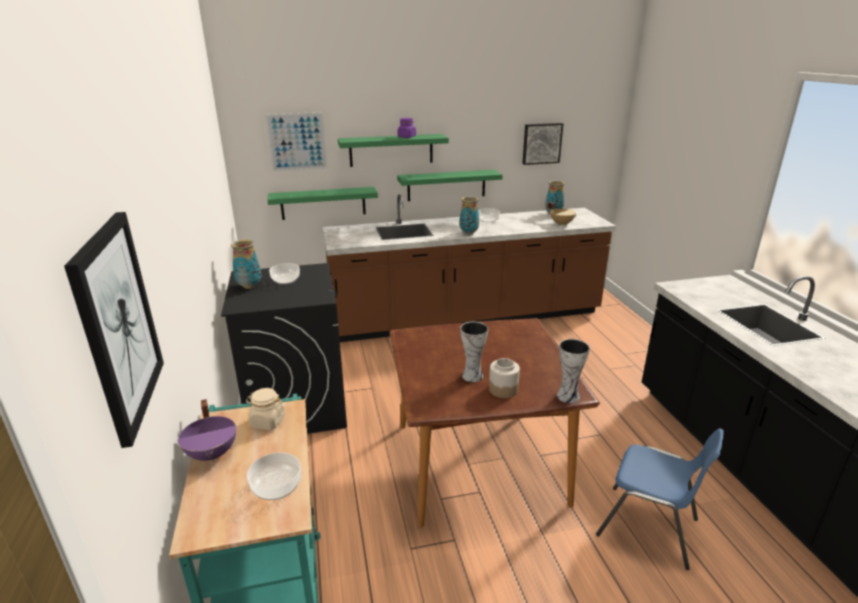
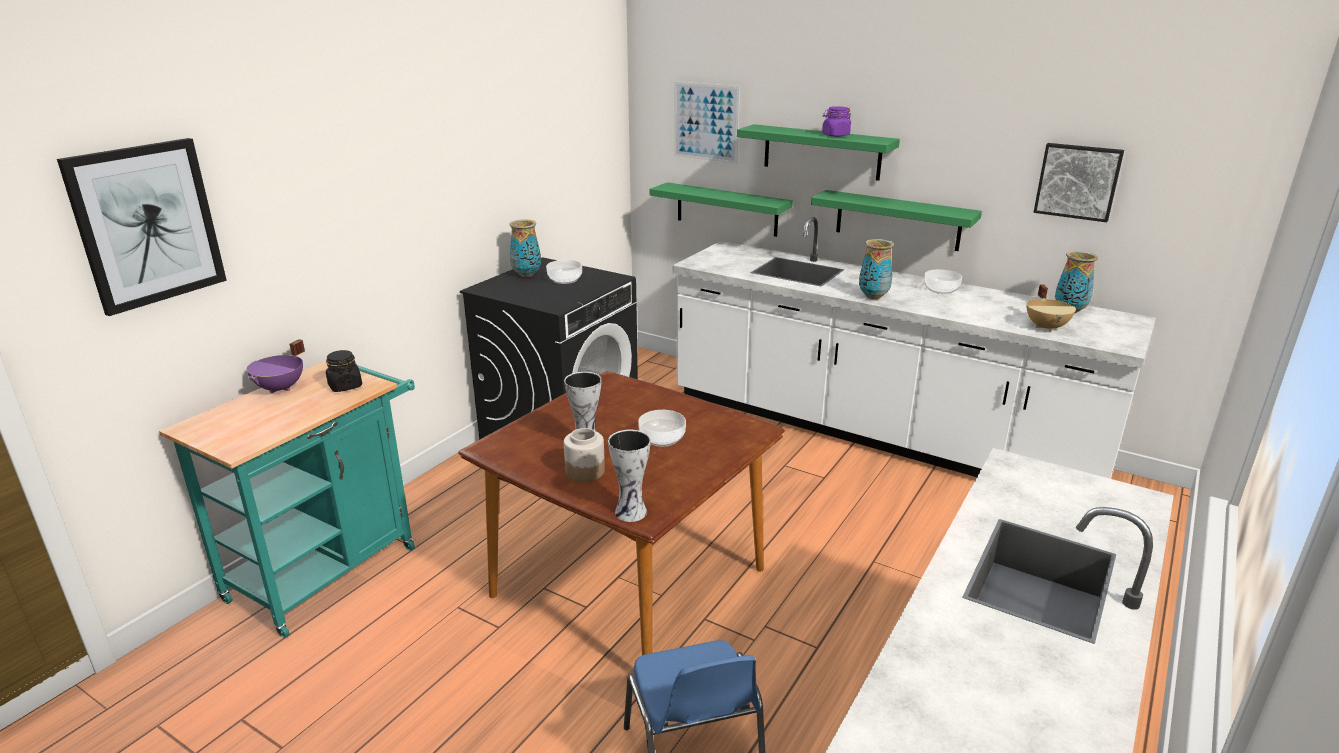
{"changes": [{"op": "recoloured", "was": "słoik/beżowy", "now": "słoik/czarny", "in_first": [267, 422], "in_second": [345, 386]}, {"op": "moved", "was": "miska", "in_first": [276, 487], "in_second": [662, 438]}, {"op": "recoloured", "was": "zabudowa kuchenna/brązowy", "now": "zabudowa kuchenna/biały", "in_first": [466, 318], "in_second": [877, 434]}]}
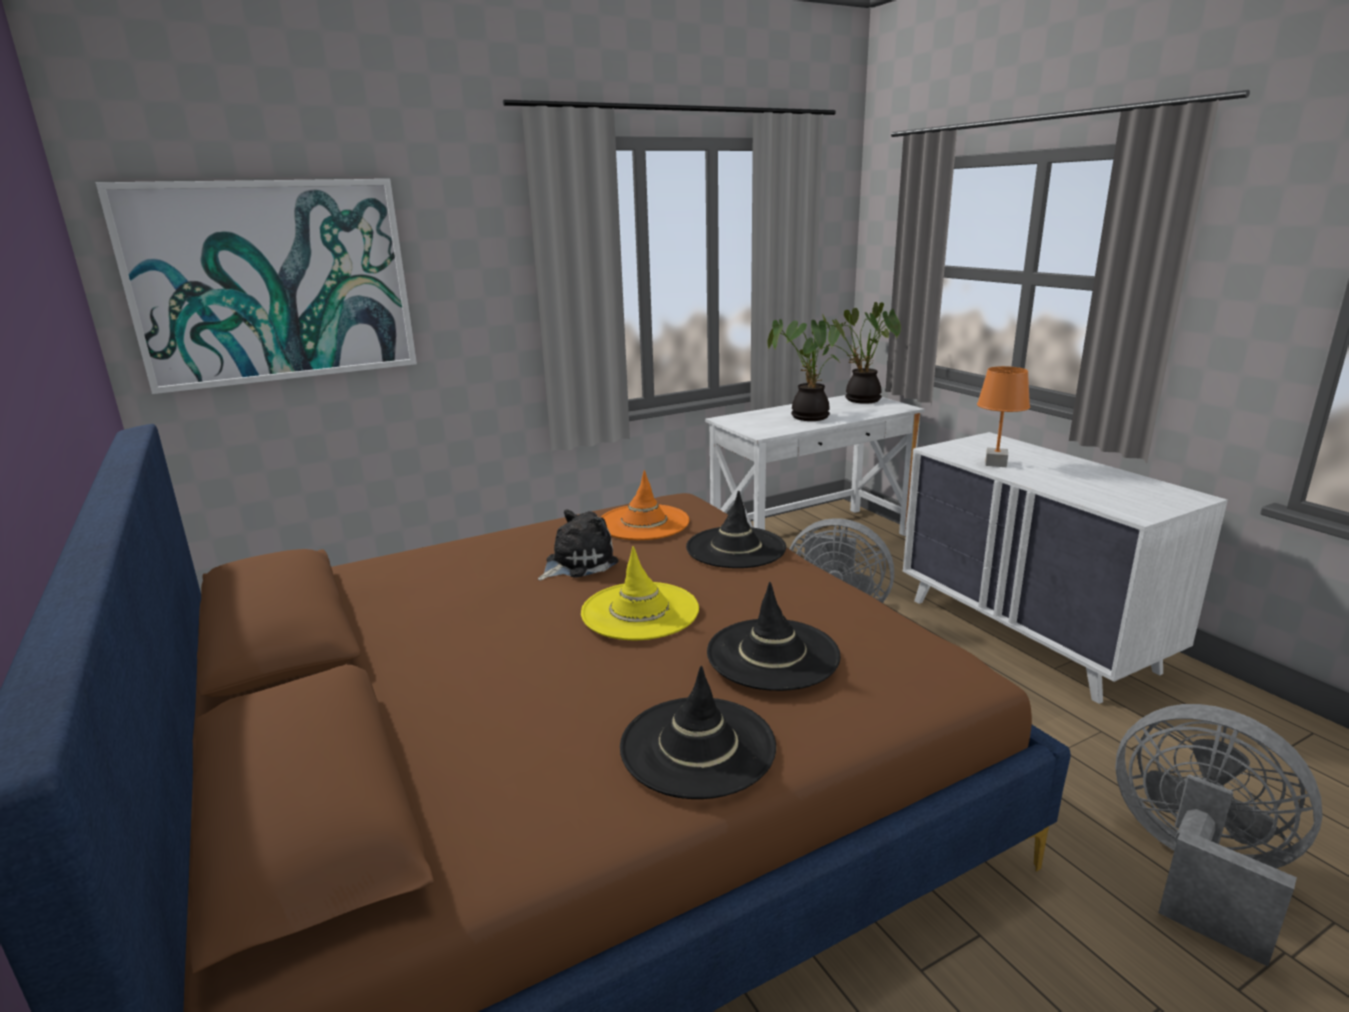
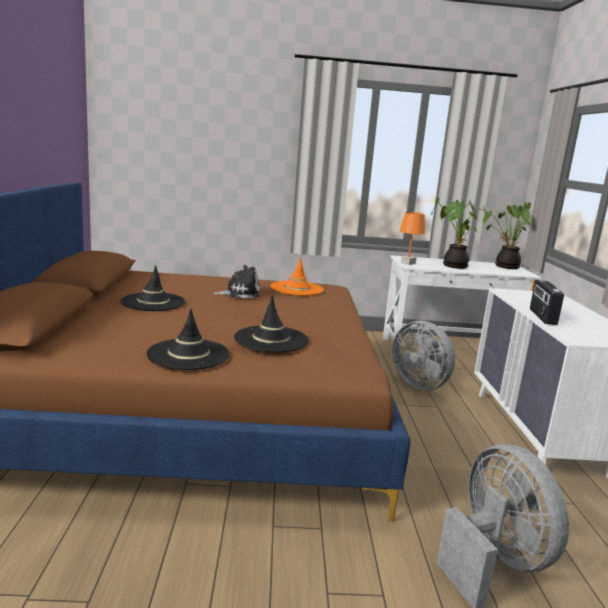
{"changes": [{"op": "removed", "was": "obraz", "in_first": [273, 282]}, {"op": "removed", "was": "kapelusz/żółty", "in_first": [640, 611]}, {"op": "moved", "was": "kapelusz/czarny", "in_first": [735, 548], "in_second": [153, 302]}, {"op": "moved", "was": "lampa stołowa/pomarańczowy", "in_first": [995, 463], "in_second": [408, 263]}, {"op": "added", "now": "radio", "in_second": [542, 317]}]}
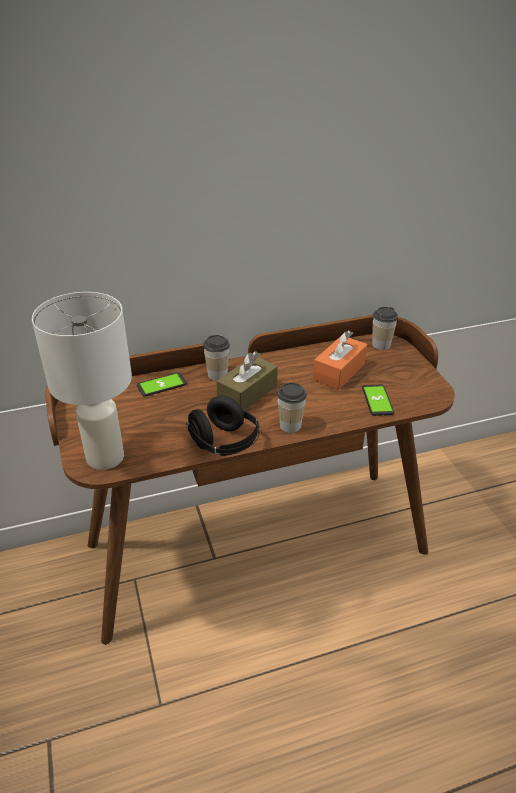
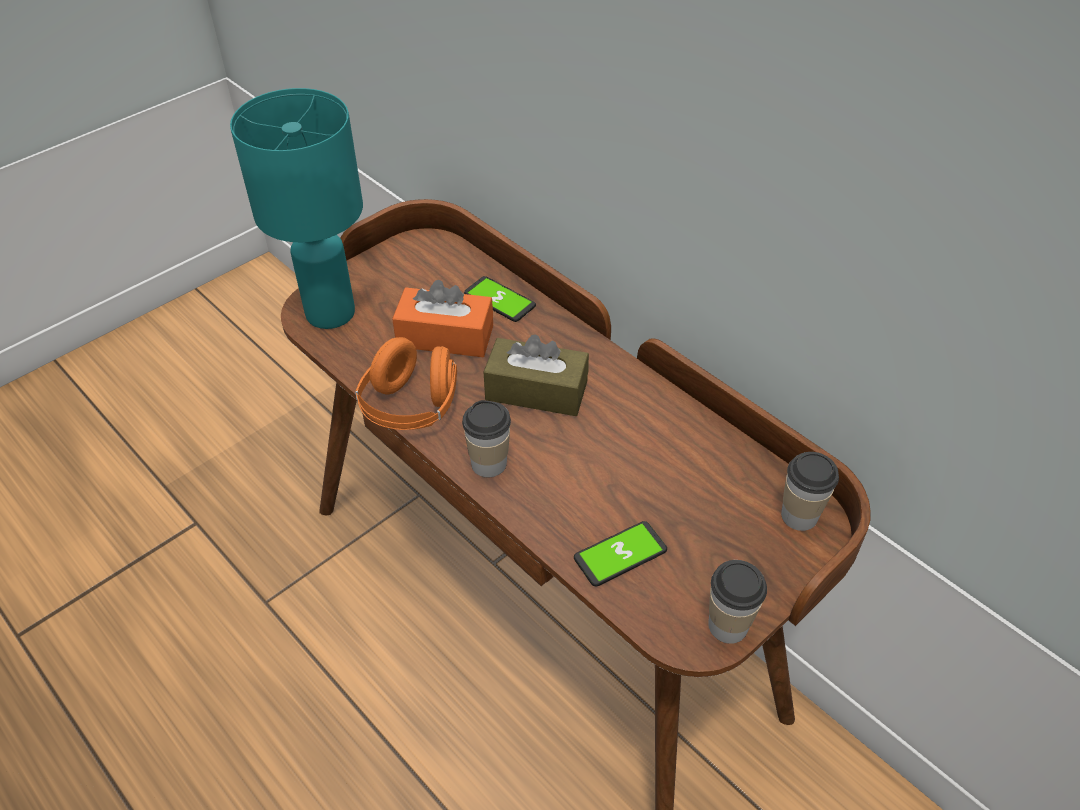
{"changes": [{"op": "recoloured", "was": "lampa stołowa/biały", "now": "lampa stołowa/turkusowy", "in_first": [104, 457], "in_second": [329, 311]}, {"op": "recoloured", "was": "słuchawki/czarny", "now": "słuchawki/pomarańczowy", "in_first": [224, 443], "in_second": [411, 407]}, {"op": "moved", "was": "filiżanka", "in_first": [217, 375], "in_second": [728, 625]}, {"op": "moved", "was": "pudełko chusteczek/pomarańczowy", "in_first": [339, 371], "in_second": [445, 336]}]}
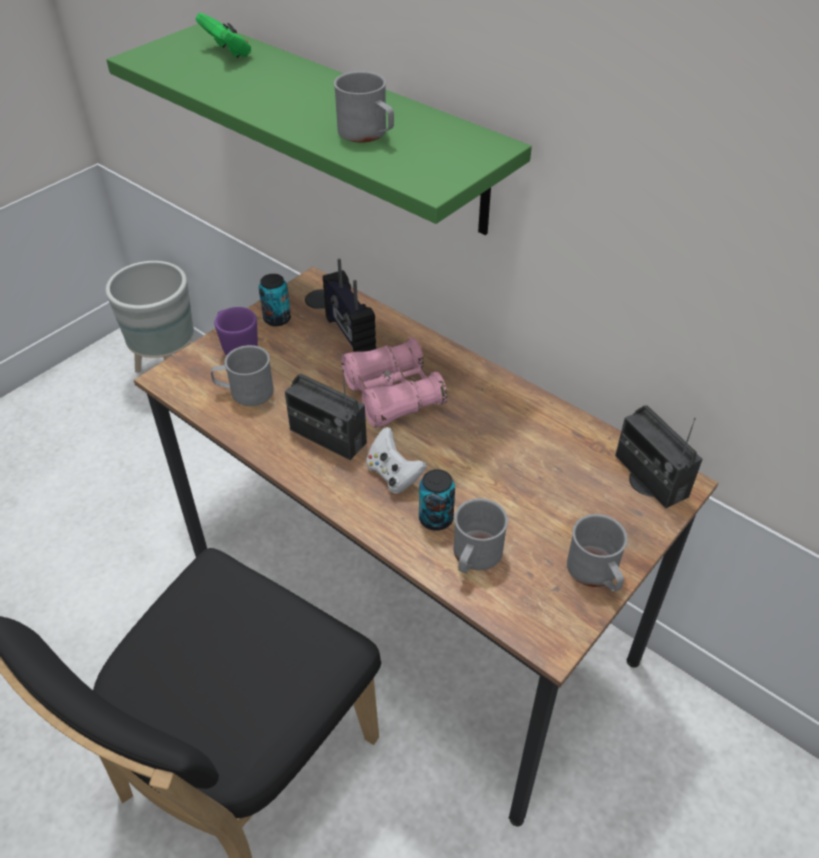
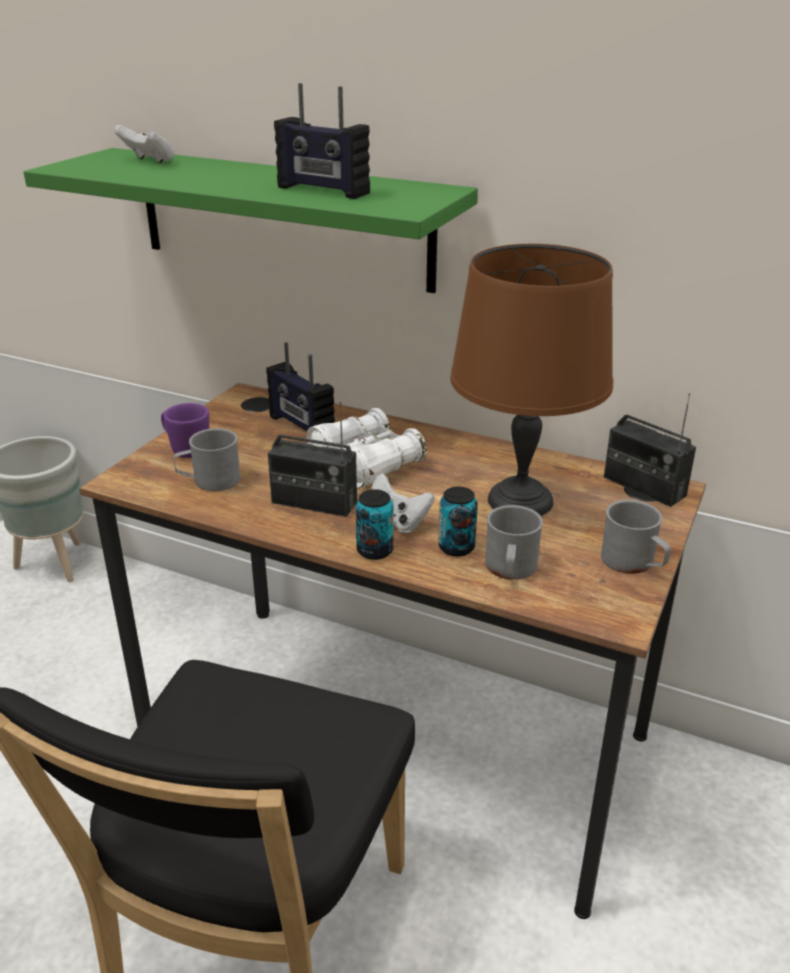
{"changes": [{"op": "recoloured", "was": "pad do gier/zielony", "now": "pad do gier/biały", "in_first": [228, 53], "in_second": [149, 161]}, {"op": "moved", "was": "puszka", "in_first": [277, 319], "in_second": [375, 550]}, {"op": "replaced", "was": "kubek/szary", "now": "radio", "in_first": [368, 134], "in_second": [322, 191]}, {"op": "recoloured", "was": "lornetka/różowy", "now": "lornetka/biały", "in_first": [392, 394], "in_second": [366, 463]}, {"op": "added", "now": "lampa stołowa/brązowy", "in_second": [522, 500]}]}
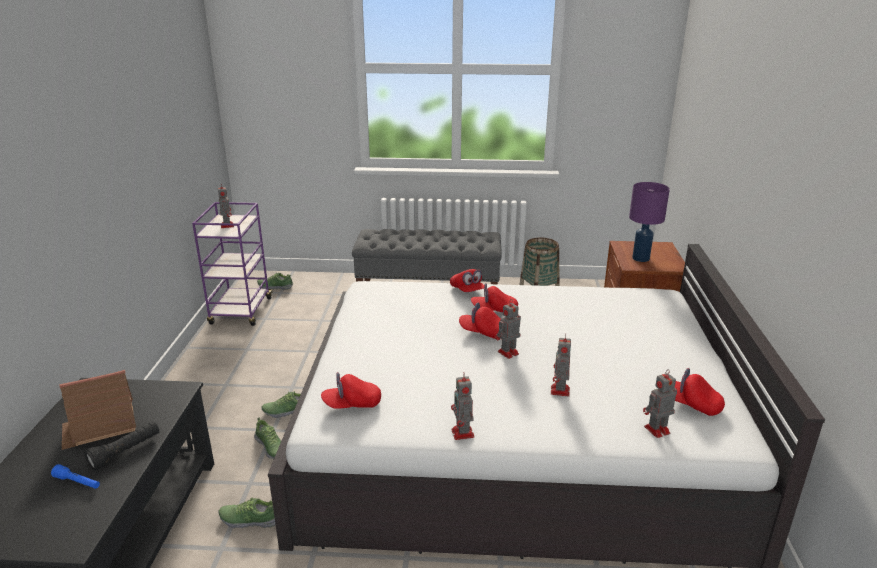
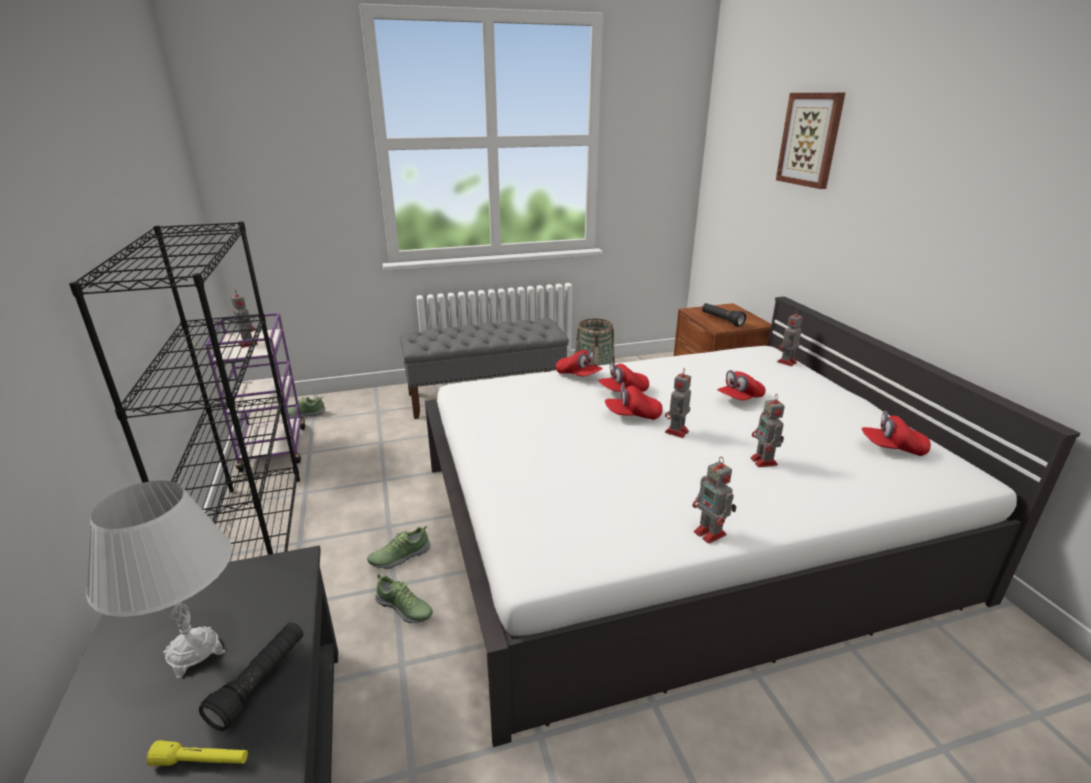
{"changes": [{"op": "recoloured", "was": "latarka/niebieski", "now": "latarka/żółty", "in_first": [78, 482], "in_second": [202, 761]}, {"op": "replaced", "was": "domek", "now": "lampa stołowa/biały", "in_first": [100, 427], "in_second": [194, 652]}, {"op": "removed", "was": "but", "in_first": [249, 519]}, {"op": "moved", "was": "czapka z daszkiem/czerwony", "in_first": [352, 404], "in_second": [739, 399]}, {"op": "replaced", "was": "lampa stołowa/fioletowy", "now": "latarka/czarny", "in_first": [641, 258], "in_second": [721, 320]}, {"op": "moved", "was": "robot zabawkowy", "in_first": [656, 430], "in_second": [786, 362]}, {"op": "added", "now": "regał/czarny", "in_second": [253, 538]}, {"op": "added", "now": "obraz", "in_second": [810, 139]}]}
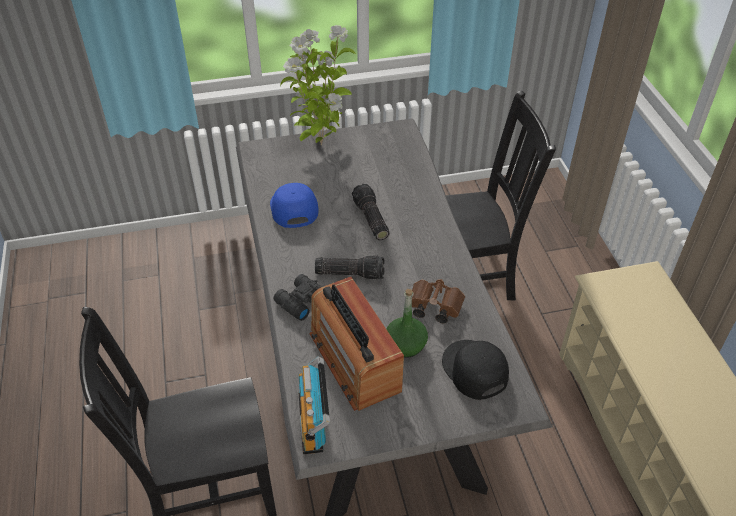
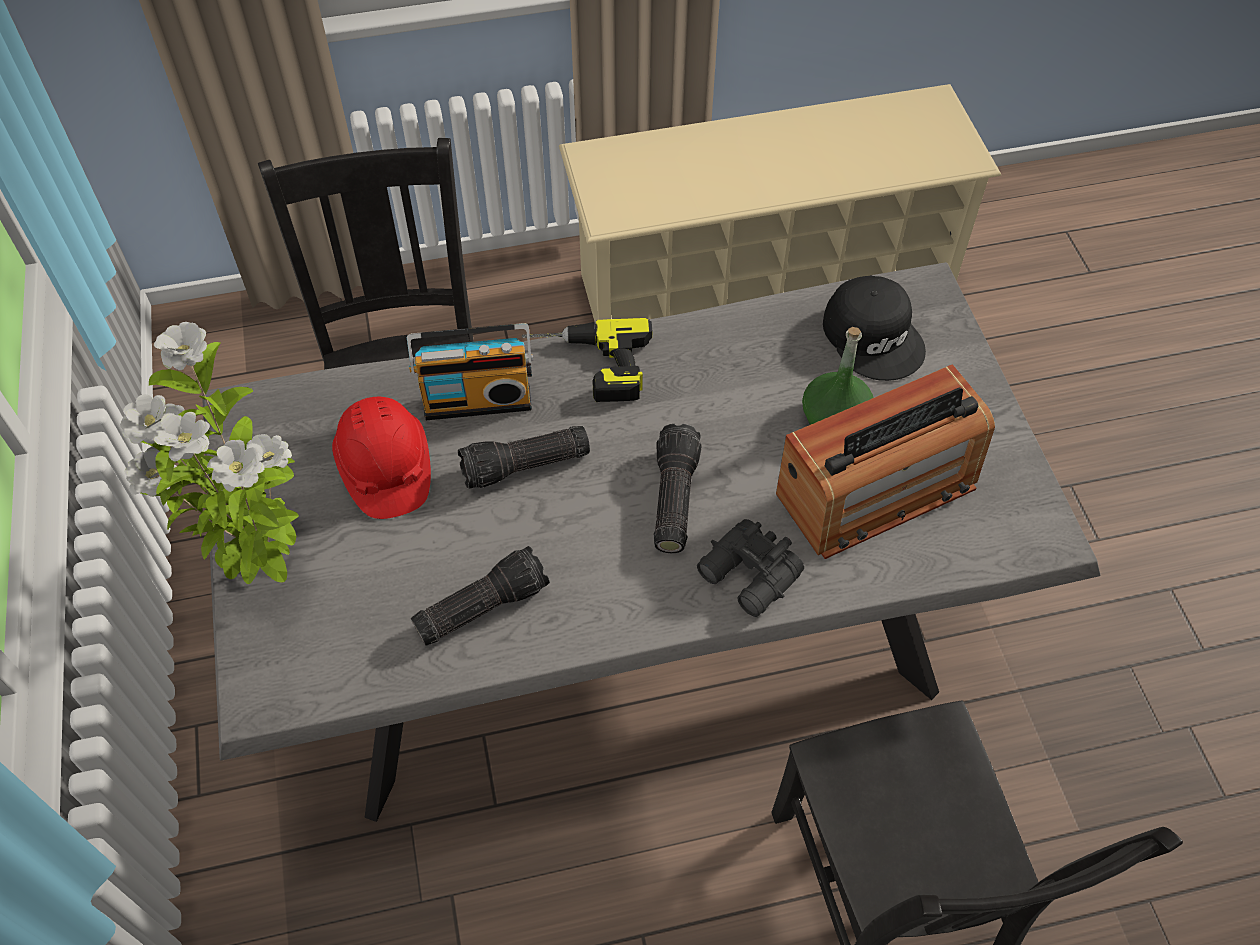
{"changes": [{"op": "replaced", "was": "czapka z daszkiem/niebieski", "now": "latarka", "in_first": [293, 208], "in_second": [481, 605]}, {"op": "moved", "was": "radio", "in_first": [314, 422], "in_second": [477, 399]}, {"op": "removed", "was": "lornetka/brązowy", "in_first": [433, 307]}, {"op": "turned", "was": "czapka z daszkiem/czarny", "in_first": [473, 370], "in_second": [874, 336], "clockwise": -90}, {"op": "added", "now": "kask/czerwony", "in_second": [385, 469]}, {"op": "added", "now": "wiertarka", "in_second": [588, 366]}]}
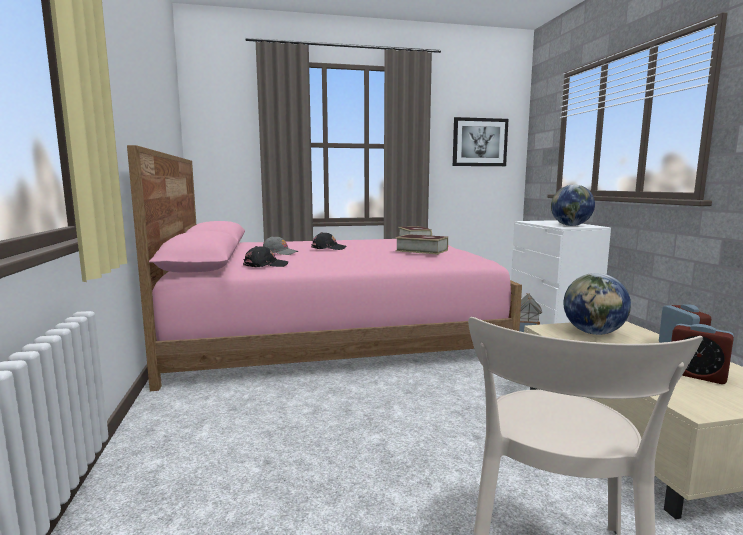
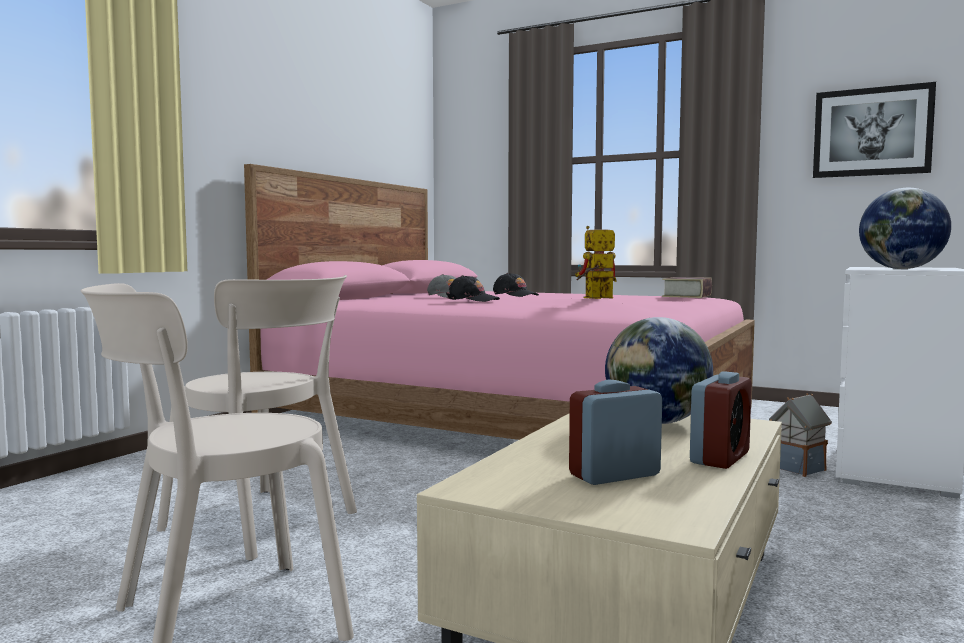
{"changes": [{"op": "moved", "was": "czapka z daszkiem/czarny", "in_first": [265, 265], "in_second": [472, 300]}, {"op": "replaced", "was": "książka", "now": "robot zabawkowy", "in_first": [421, 250], "in_second": [594, 298]}, {"op": "turned", "was": "budzik", "in_first": [697, 375], "in_second": [614, 475], "clockwise": 75}, {"op": "added", "now": "krzesło/beżowy", "in_second": [266, 523]}]}
